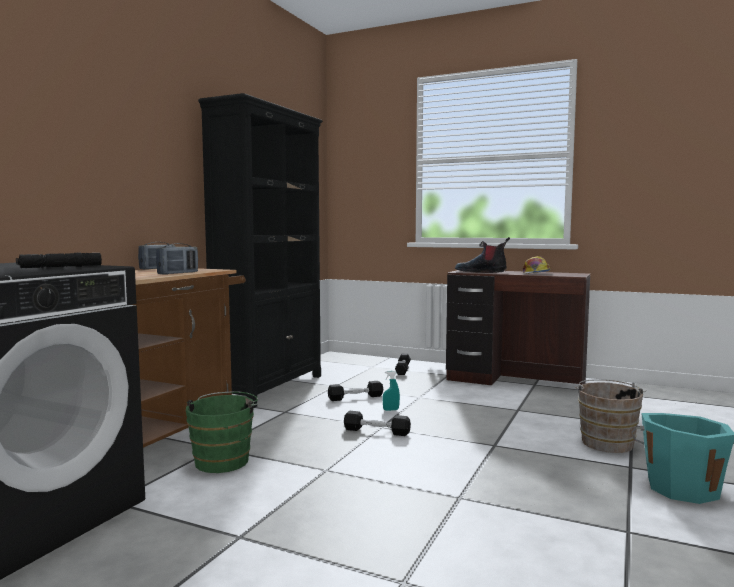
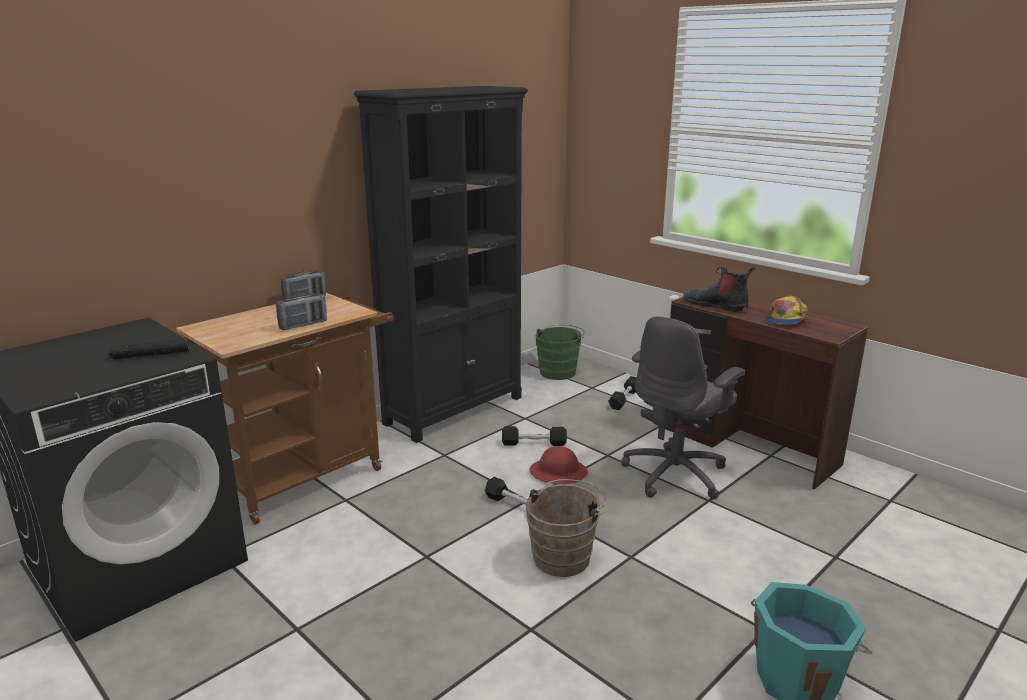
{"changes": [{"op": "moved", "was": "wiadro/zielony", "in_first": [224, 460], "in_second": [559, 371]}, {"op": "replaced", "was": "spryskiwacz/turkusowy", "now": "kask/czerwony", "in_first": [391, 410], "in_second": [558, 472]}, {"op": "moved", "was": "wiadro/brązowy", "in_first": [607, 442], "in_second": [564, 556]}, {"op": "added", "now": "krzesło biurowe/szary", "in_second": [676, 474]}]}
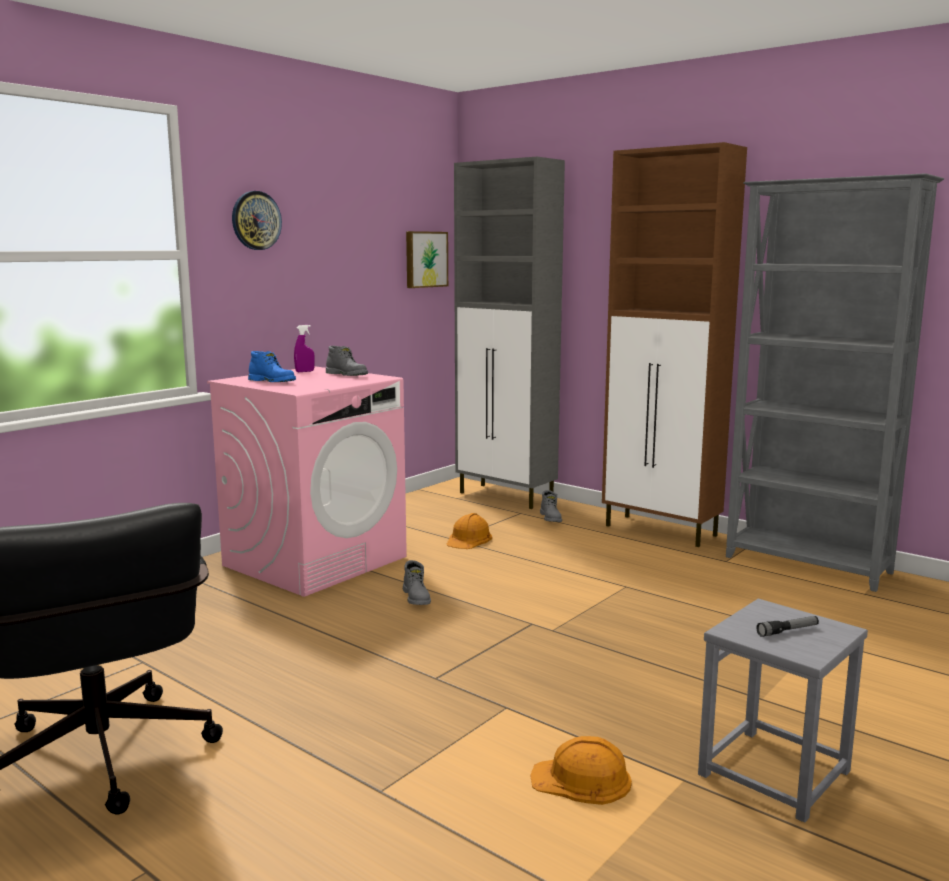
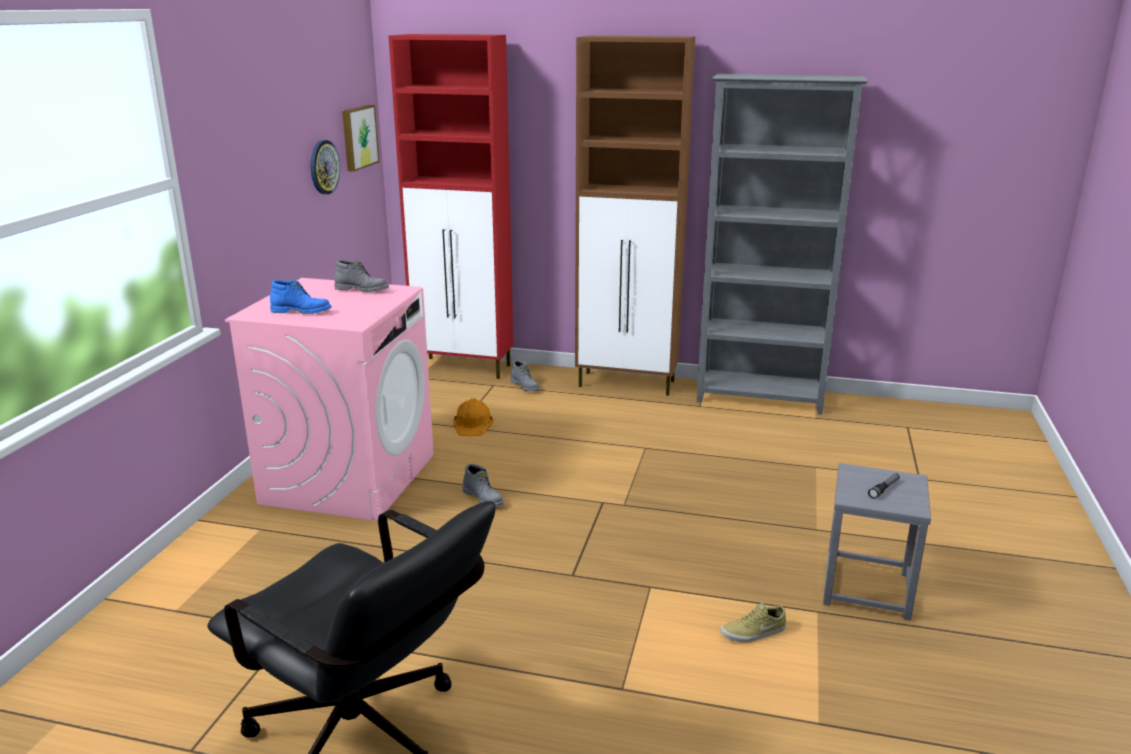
{"changes": [{"op": "moved", "was": "zegar ścienny", "in_first": [256, 220], "in_second": [323, 167]}, {"op": "removed", "was": "spryskiwacz/fioletowy", "in_first": [304, 371]}, {"op": "recoloured", "was": "szafka/szary", "now": "szafka/czerwony", "in_first": [506, 497], "in_second": [464, 368]}, {"op": "replaced", "was": "kask/pomarańczowy", "now": "but/beżowy", "in_first": [582, 780], "in_second": [753, 632]}]}
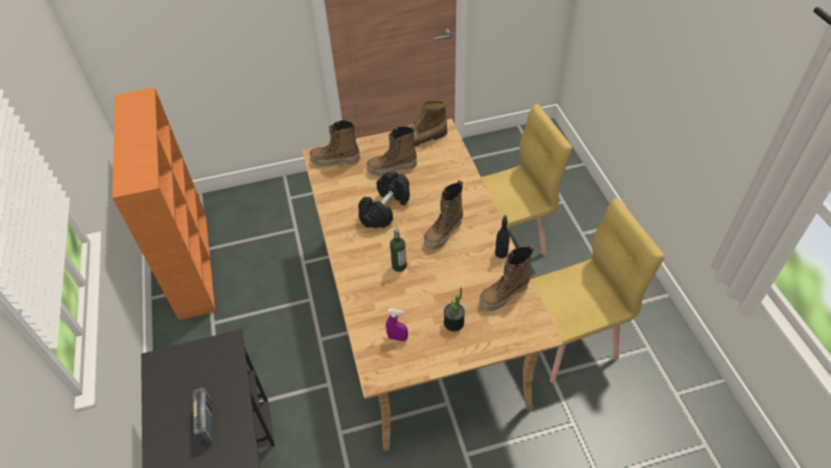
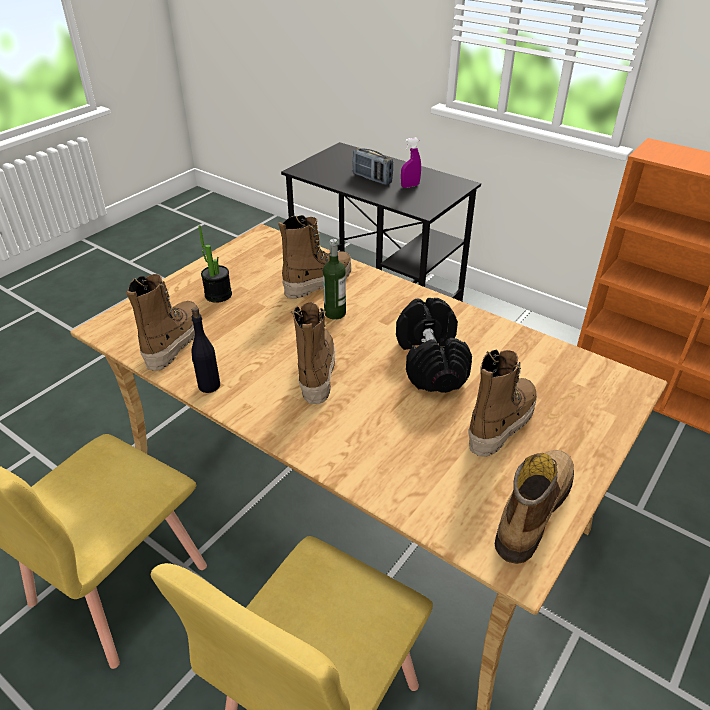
{"changes": [{"op": "moved", "was": "but z cholewką", "in_first": [335, 160], "in_second": [318, 282]}, {"op": "moved", "was": "spryskiwacz/fioletowy", "in_first": [397, 338], "in_second": [410, 186]}]}
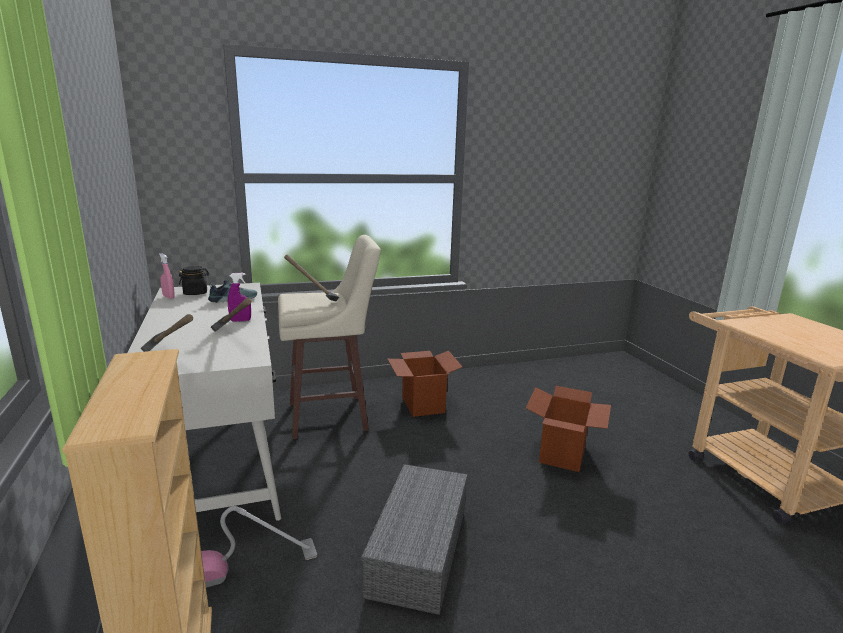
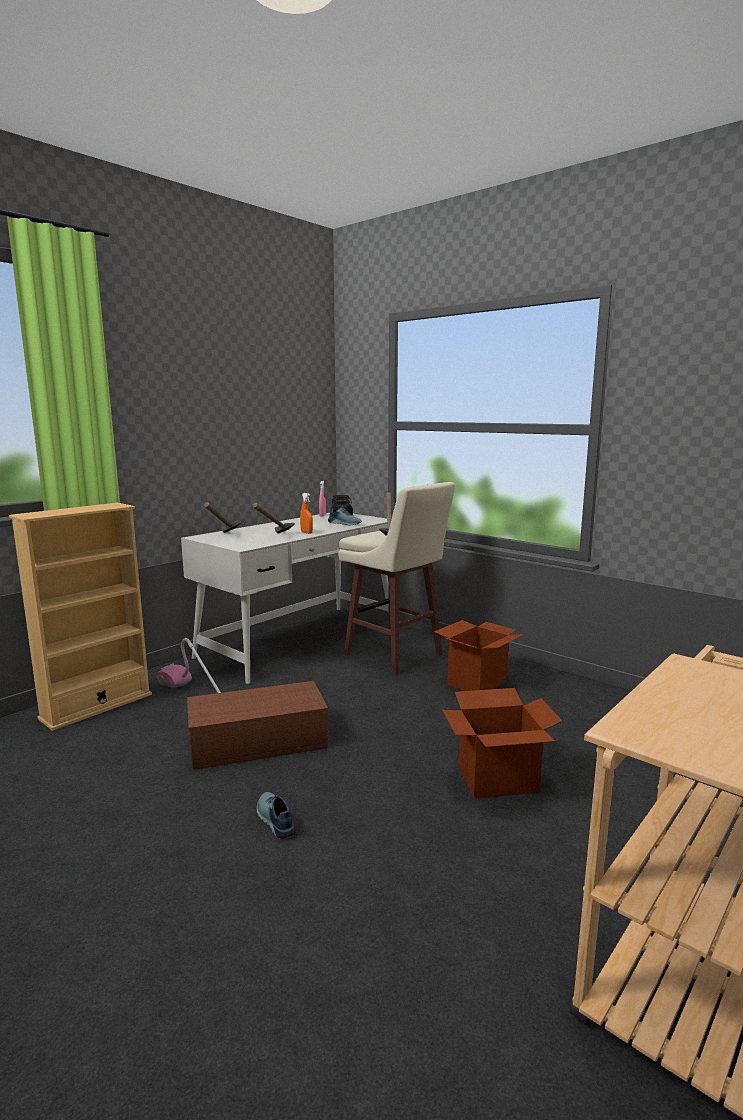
{"changes": [{"op": "recoloured", "was": "spryskiwacz/fioletowy", "now": "spryskiwacz/pomarańczowy", "in_first": [240, 320], "in_second": [306, 532]}, {"op": "recoloured", "was": "pojemnik do przechowywania/szary", "now": "pojemnik do przechowywania/brązowy", "in_first": [420, 552], "in_second": [256, 743]}, {"op": "added", "now": "but", "in_second": [274, 820]}]}
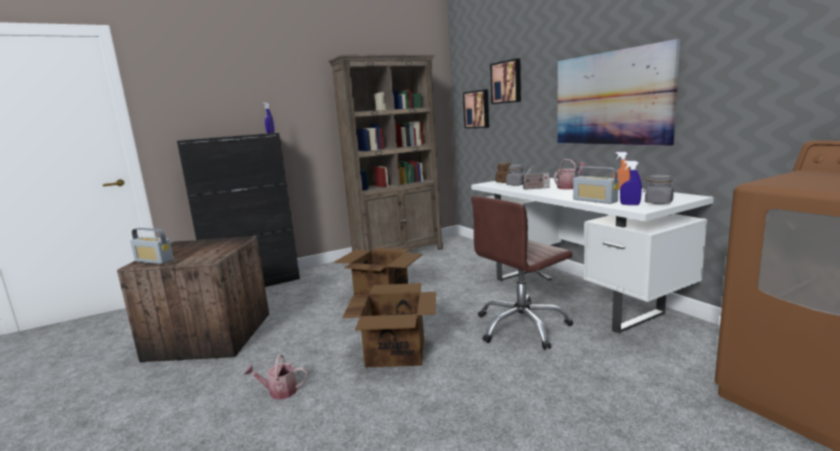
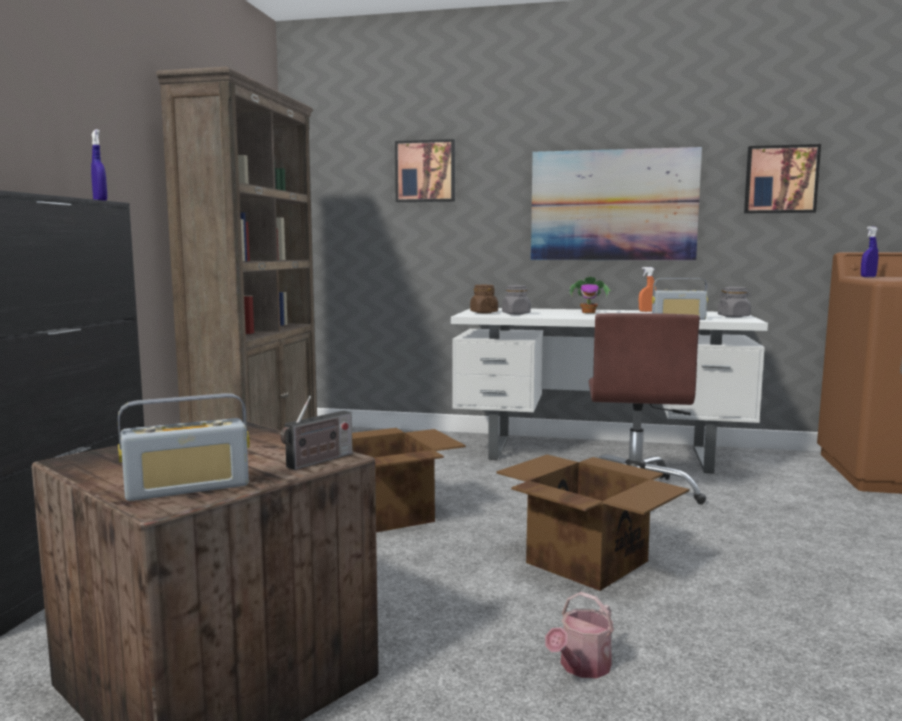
{"changes": [{"op": "moved", "was": "obraz", "in_first": [477, 109], "in_second": [780, 179]}, {"op": "moved", "was": "radio", "in_first": [535, 188], "in_second": [318, 461]}, {"op": "replaced", "was": "konewka", "now": "roślina doniczkowa", "in_first": [569, 187], "in_second": [589, 312]}, {"op": "moved", "was": "spryskiwacz/niebieski", "in_first": [630, 204], "in_second": [868, 277]}]}
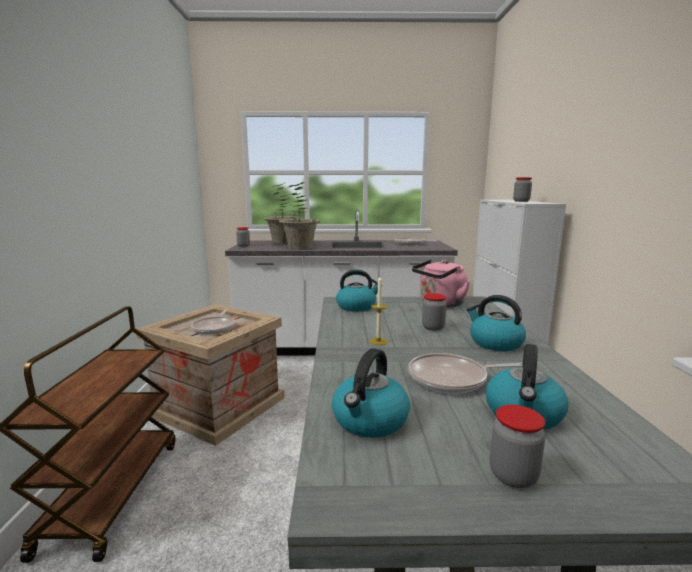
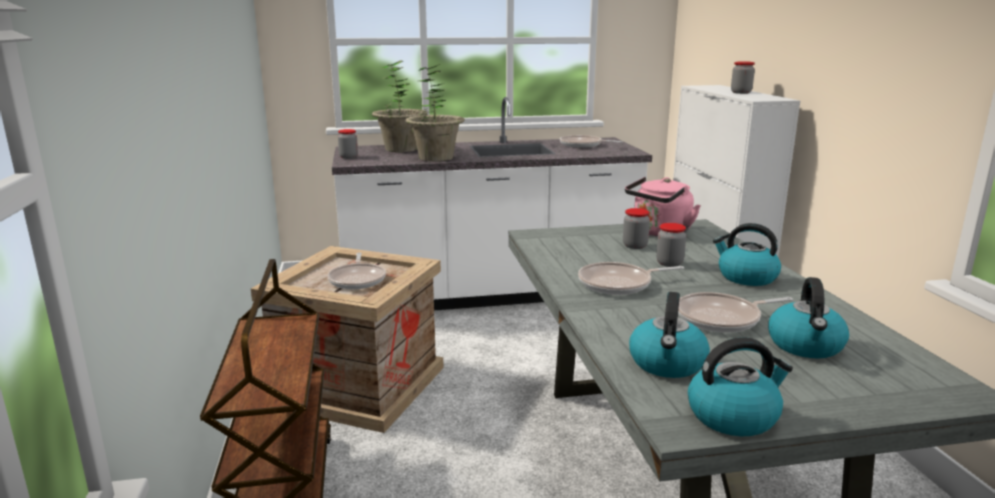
{"changes": [{"op": "moved", "was": "czajnik", "in_first": [357, 306], "in_second": [733, 416]}, {"op": "replaced", "was": "świeca", "now": "patelnia", "in_first": [378, 341], "in_second": [619, 284]}, {"op": "moved", "was": "słoik", "in_first": [513, 475], "in_second": [635, 246]}]}
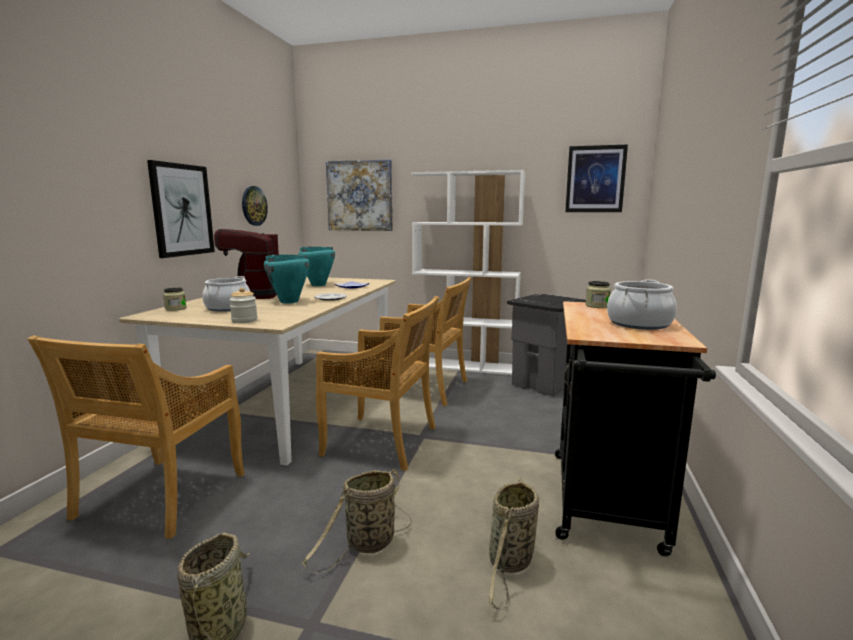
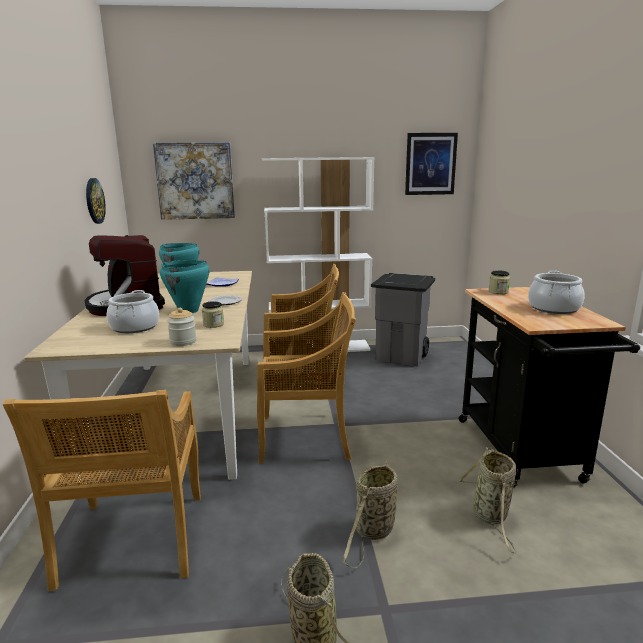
{"changes": [{"op": "removed", "was": "obraz", "in_first": [182, 210]}, {"op": "moved", "was": "słoik", "in_first": [175, 309], "in_second": [213, 324]}]}
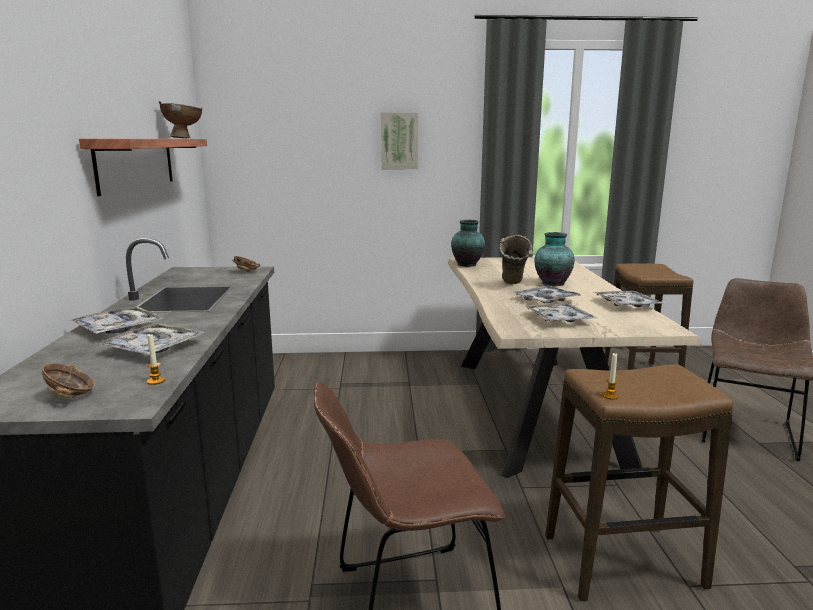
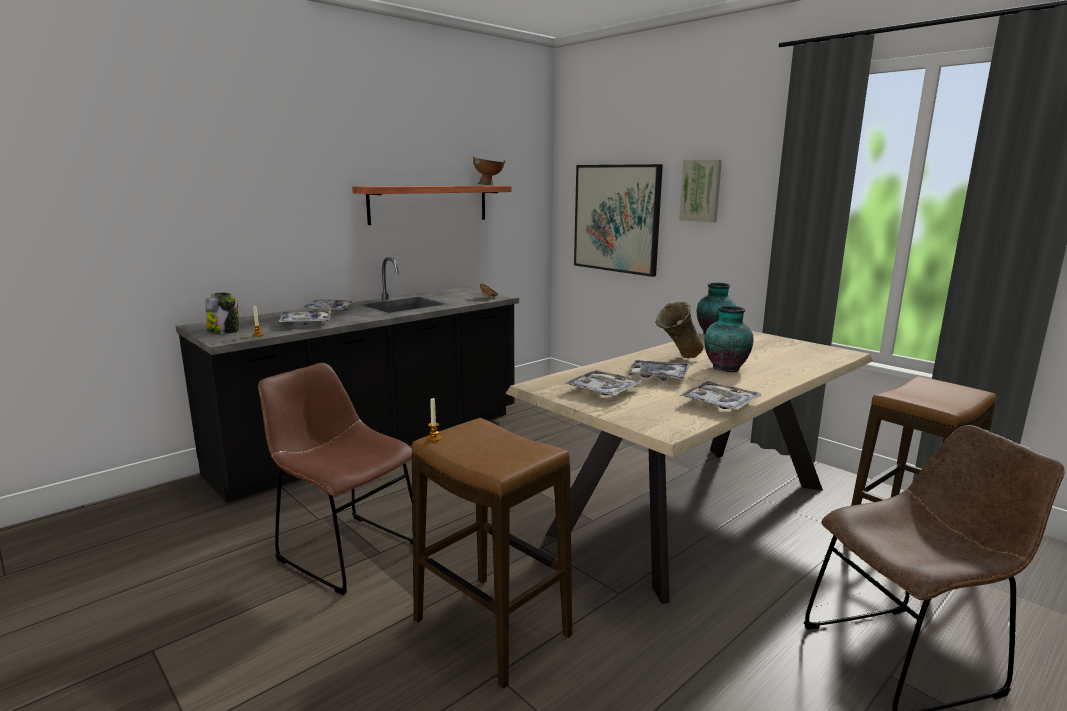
{"changes": [{"op": "replaced", "was": "miska", "now": "słoik", "in_first": [72, 396], "in_second": [224, 331]}, {"op": "added", "now": "obraz", "in_second": [616, 218]}]}
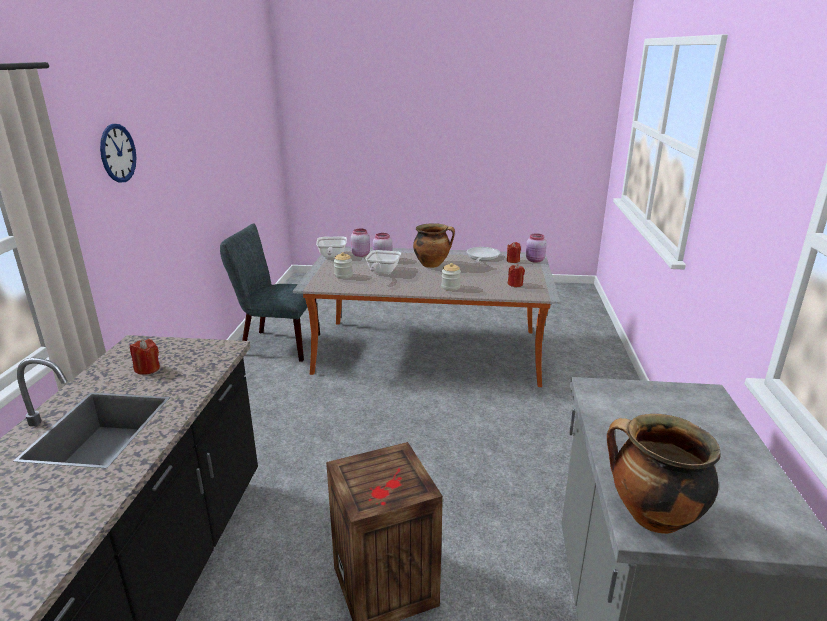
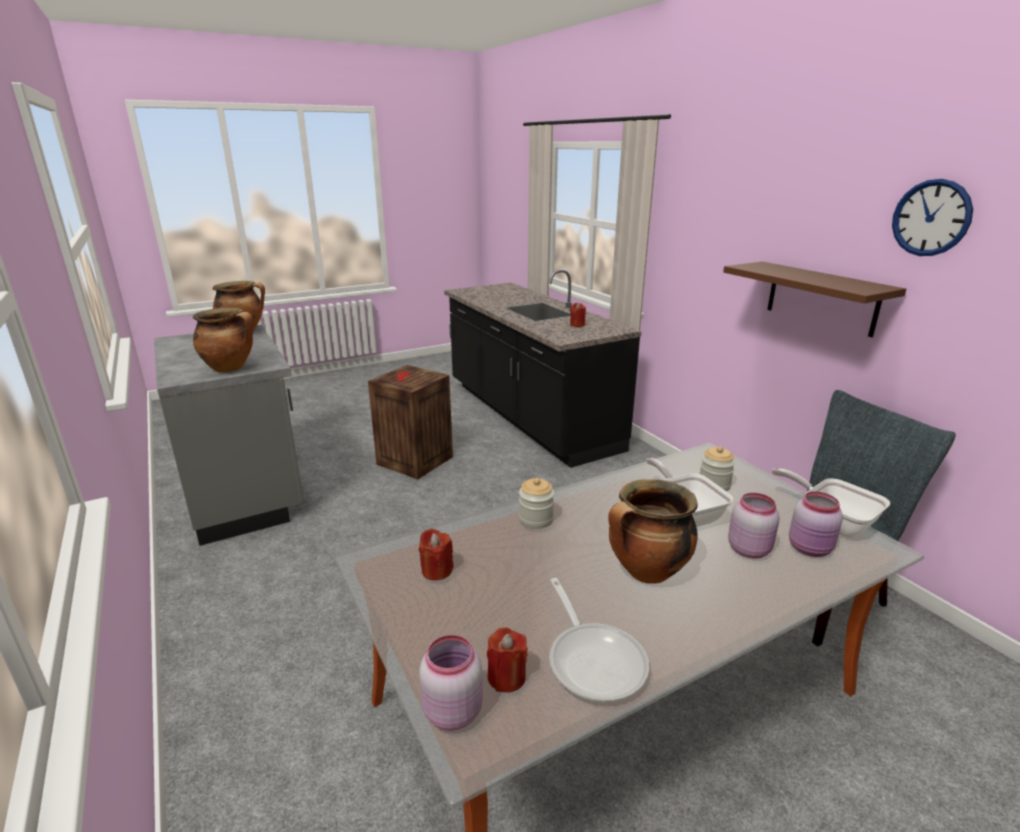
{"changes": [{"op": "moved", "was": "zegar ścienny", "in_first": [118, 153], "in_second": [931, 218]}, {"op": "added", "now": "garnek", "in_second": [230, 368]}, {"op": "added", "now": "półka/brązowy", "in_second": [821, 298]}]}
